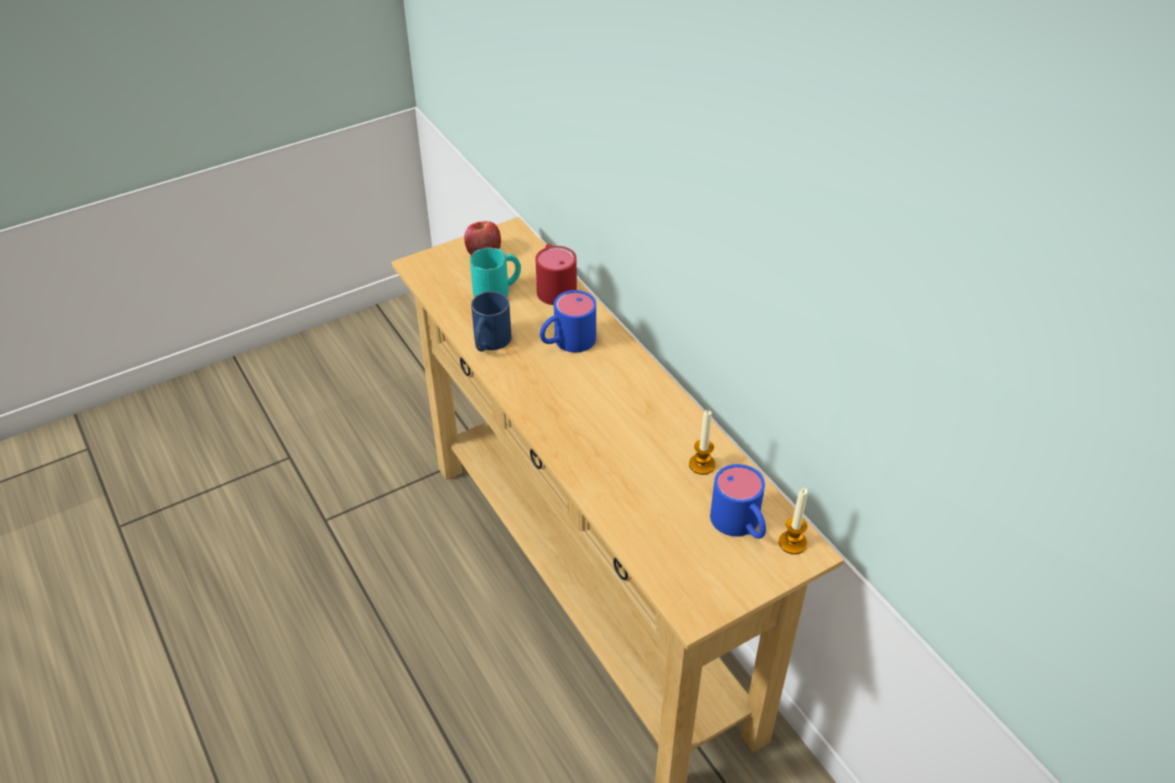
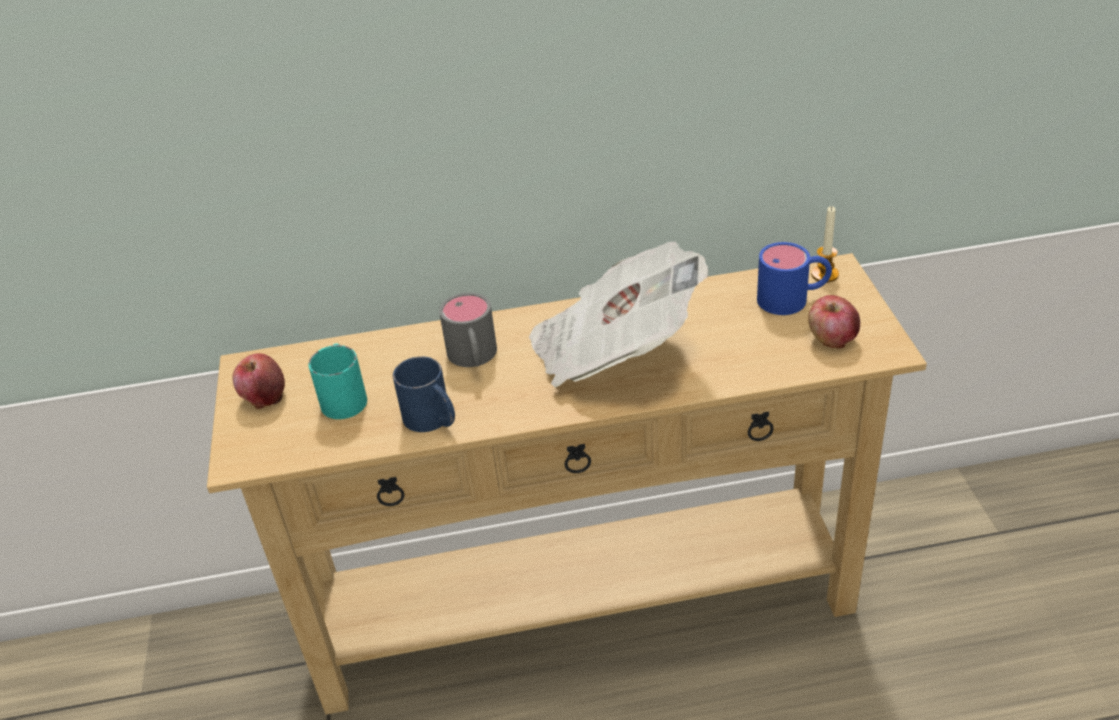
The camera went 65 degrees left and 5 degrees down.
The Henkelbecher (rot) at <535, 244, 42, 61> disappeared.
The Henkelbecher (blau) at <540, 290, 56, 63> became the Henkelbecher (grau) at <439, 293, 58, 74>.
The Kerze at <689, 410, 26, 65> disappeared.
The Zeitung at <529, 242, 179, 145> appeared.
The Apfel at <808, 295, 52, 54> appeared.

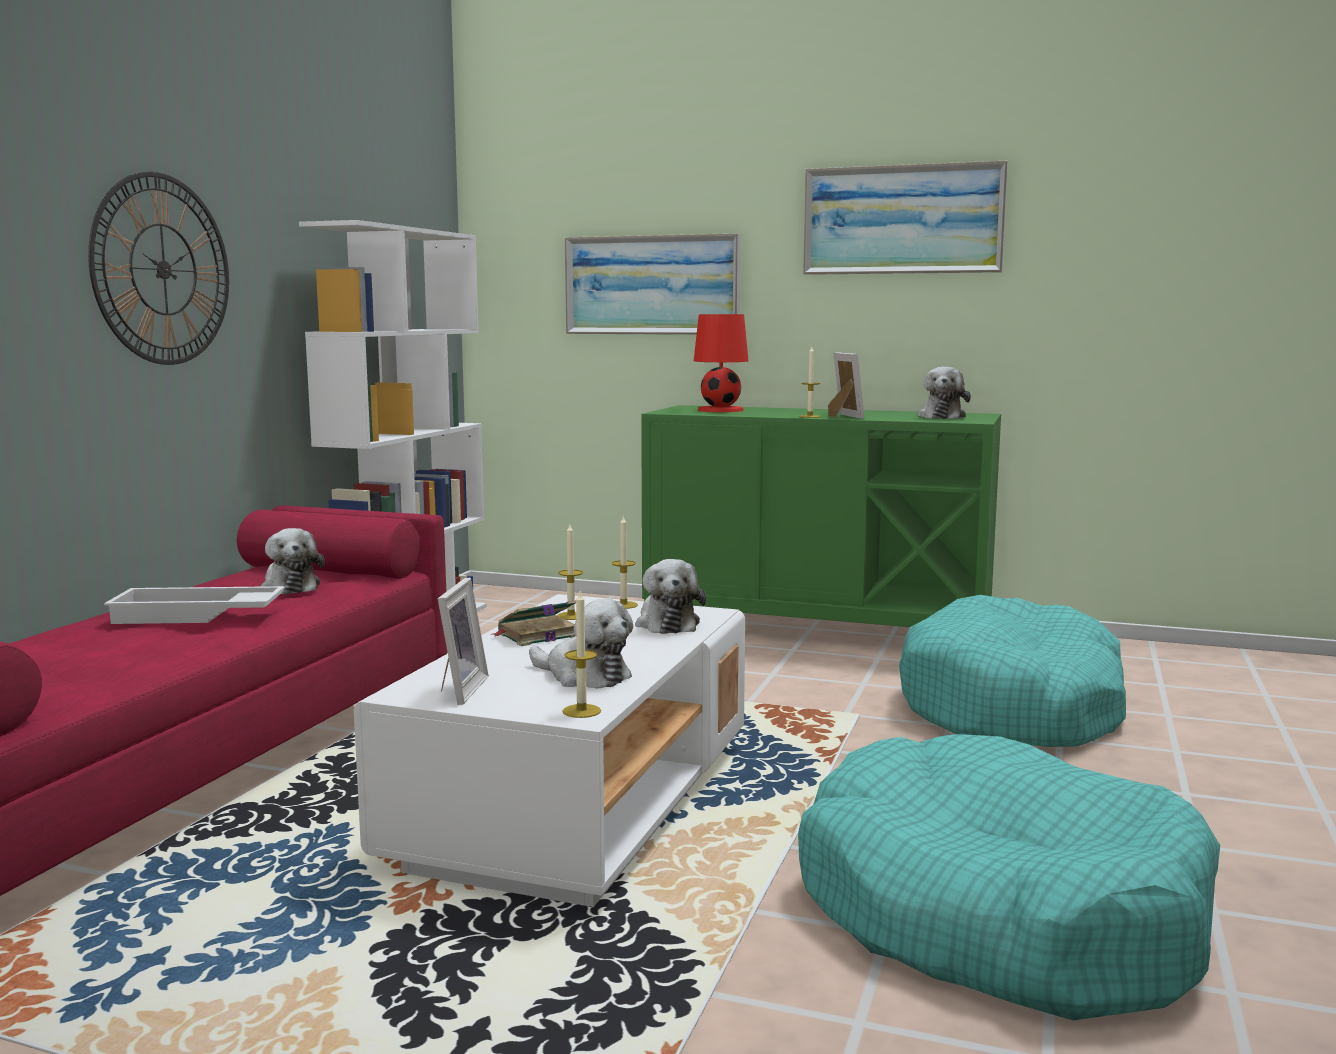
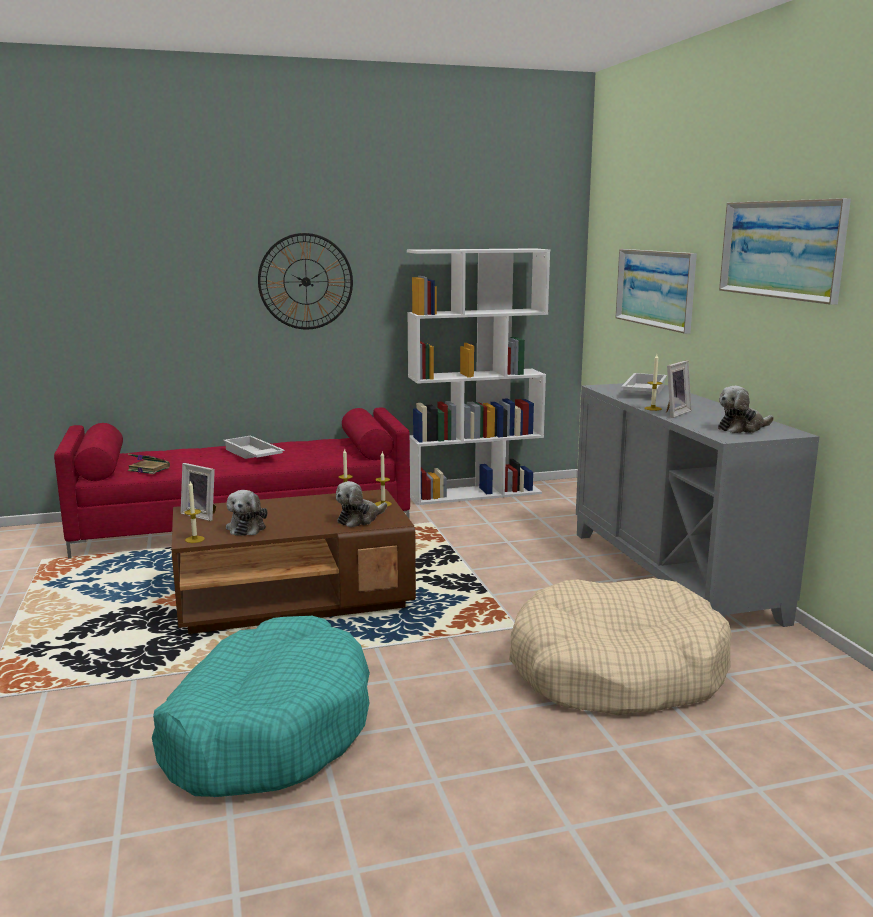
The camera went 55 degrees right and 5 degrees up.
The Plüschtier at <261, 528, 64, 66> disappeared.
The Couchtisch (weiß) at <354, 594, 391, 313> became the Couchtisch (braun) at <171, 489, 245, 145>.
The Bilderrahmen at <438, 578, 51, 127> turned 60 degrees clockwise.
The Buch moved from <491, 600, 85, 46> to <128, 454, 42, 20>.
The Schrank (grün) at <641, 405, 360, 222> became the Schrank (grau) at <576, 383, 244, 244>.
The Tischlampe (rot) at <694, 314, 55, 98> was replaced by the Tablett (weiß) at <621, 373, 46, 21>.
The Hundebett (türkis) at <899, 595, 227, 152> became the Hundebett (beige) at <509, 578, 223, 138>.

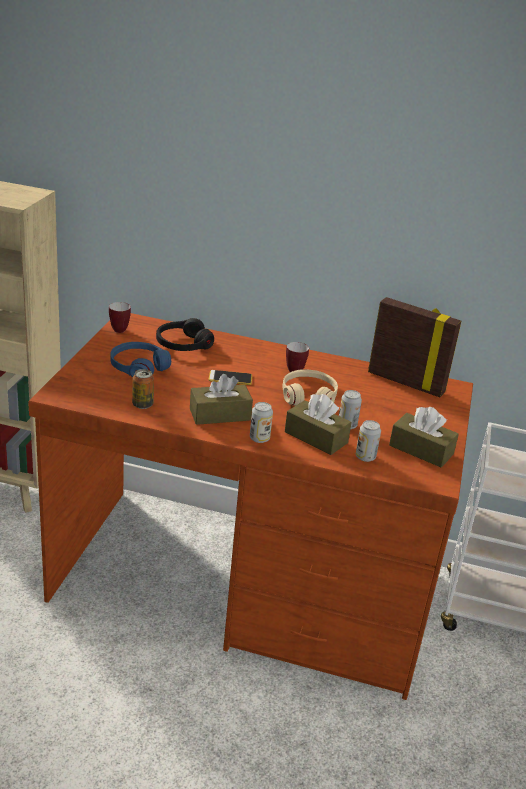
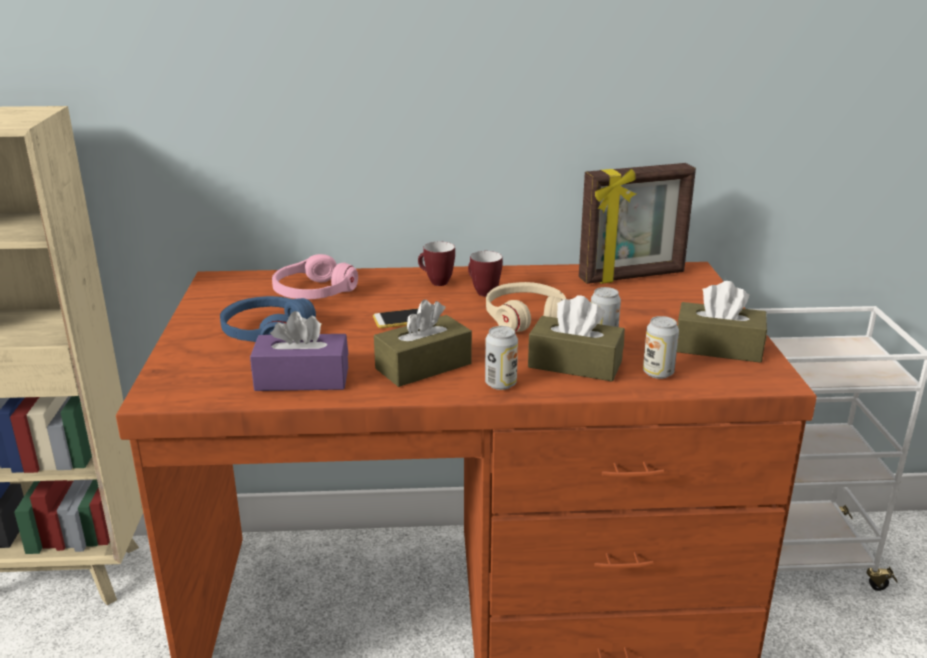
The camera went 15 degrees left and 5 degrees down.
The Henkelbecher moved from <109, 302, 22, 31> to <418, 242, 37, 44>.
The Dose at <132, 369, 22, 40> was replaced by the Taschentuchbox (lila) at <250, 311, 98, 80>.
The Kopfhörer (schwarz) at <156, 318, 58, 33> became the Kopfhörer (rosa) at <272, 254, 86, 45>.
The Bilderrahmen at <368, 297, 94, 100> turned 150 degrees clockwise.

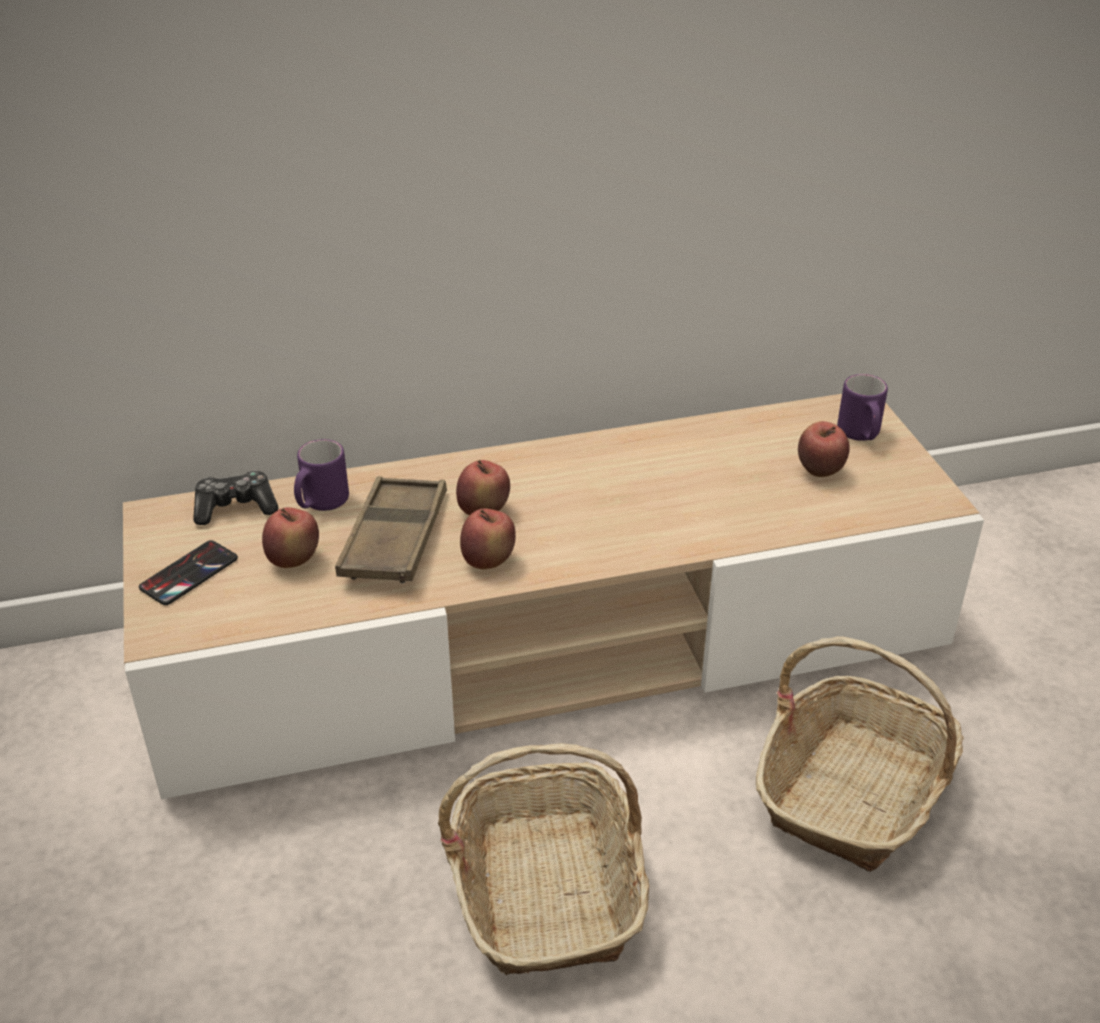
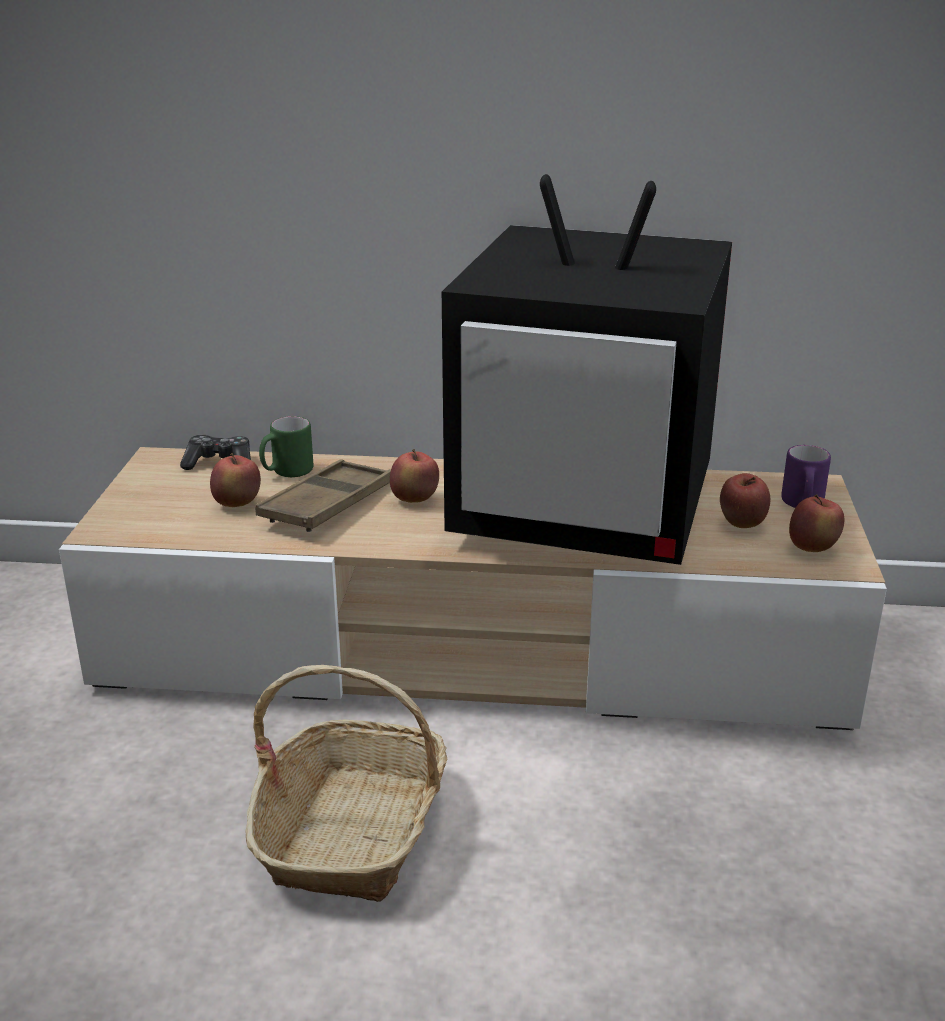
The camera went 20 degrees right and 10 degrees down.
The Handy at <139, 540, 99, 65> disappeared.
The Henkelbecher (lila) at <294, 439, 55, 72> became the Henkelbecher (grün) at <259, 416, 55, 61>.
The Apfel moved from <460, 508, 56, 61> to <789, 495, 56, 57>.
The Korb at <756, 636, 208, 236> disappeared.
The Fernseher at <442, 174, 290, 391> appeared.

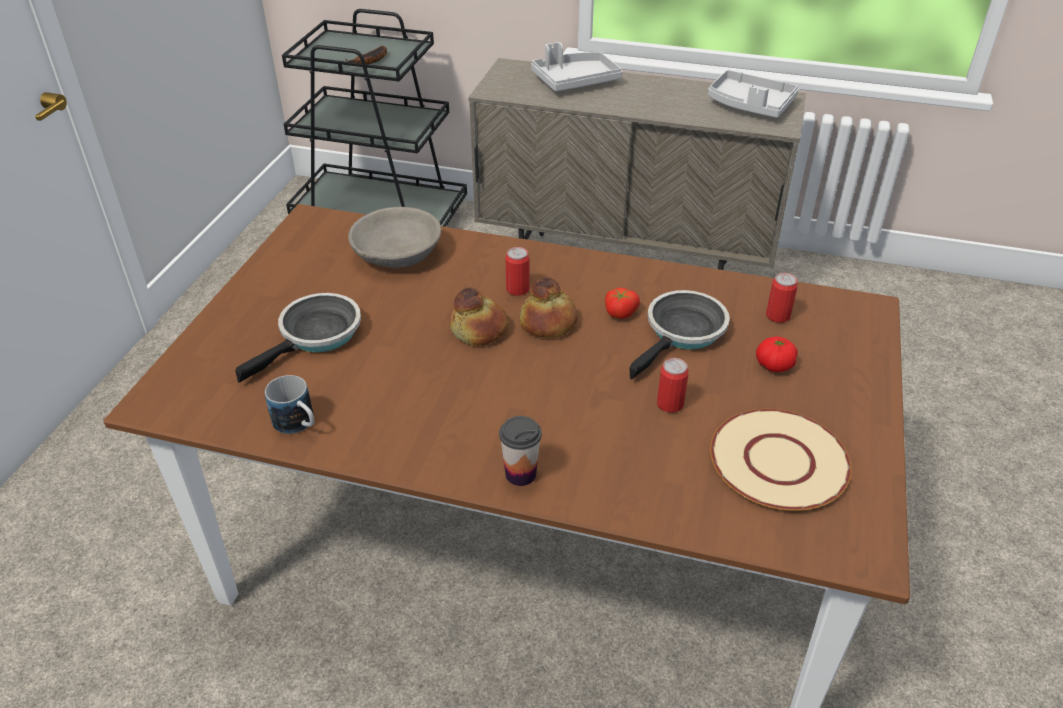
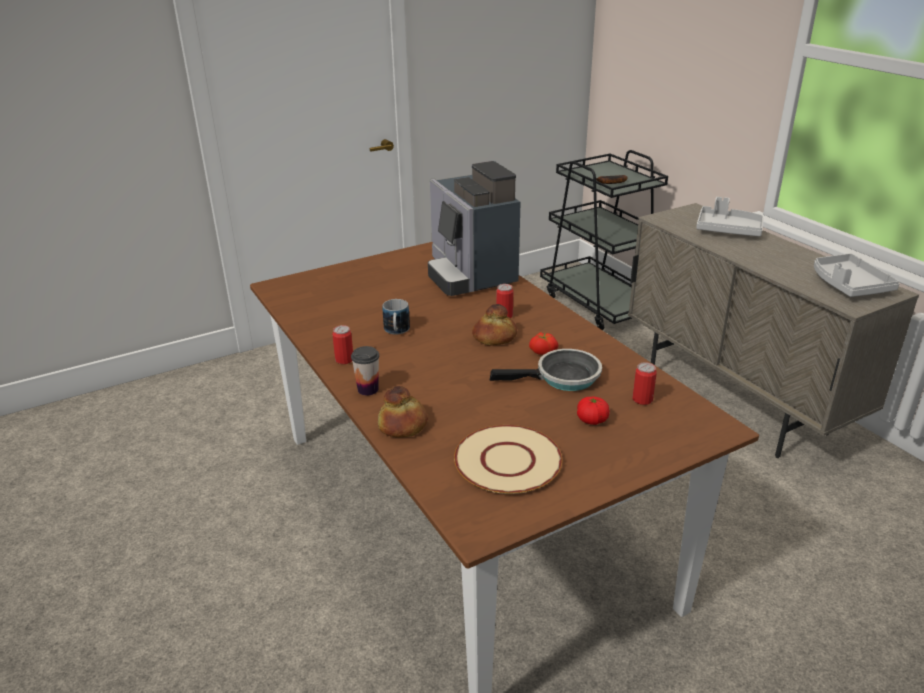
The camera went 45 degrees right and 10 degrees down.
The Pfanne at <235, 293, 126, 90> disappeared.
The Henkelbecher moved from <265, 375, 49, 59> to <382, 299, 28, 36>.
The Schüssel (grau) at <348, 207, 93, 61> was replaced by the Kaffeemaschine at <428, 161, 93, 135>.
The Brot moved from <449, 288, 60, 58> to <378, 386, 50, 51>.
The Dose moved from <657, 358, 32, 55> to <332, 325, 21, 39>.

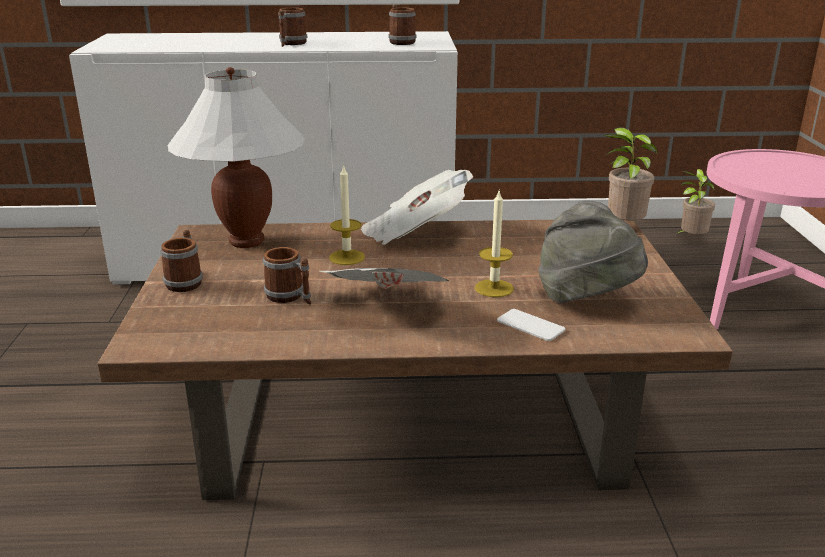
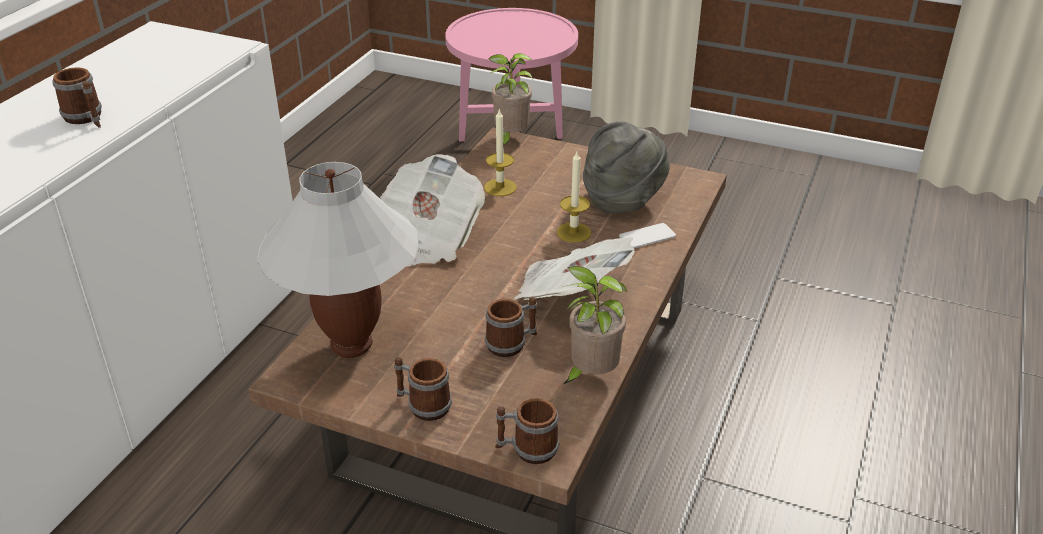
The camera went 65 degrees left and 10 degrees up.
The Kerze moved from <329, 164, 36, 101> to <484, 109, 33, 87>.
The Henkelbecher moved from <388, 4, 29, 41> to <495, 398, 64, 66>.
The Topfpflanze moved from <676, 169, 39, 65> to <563, 266, 64, 119>.

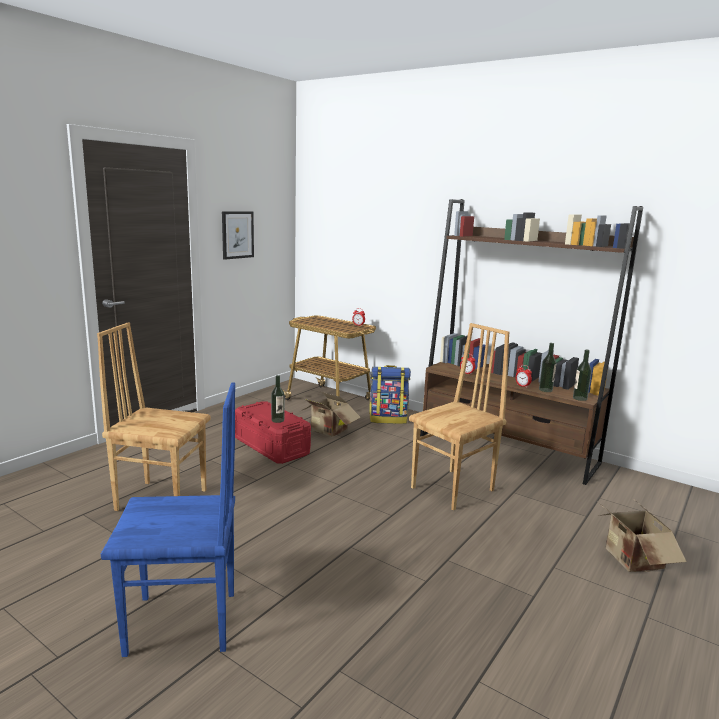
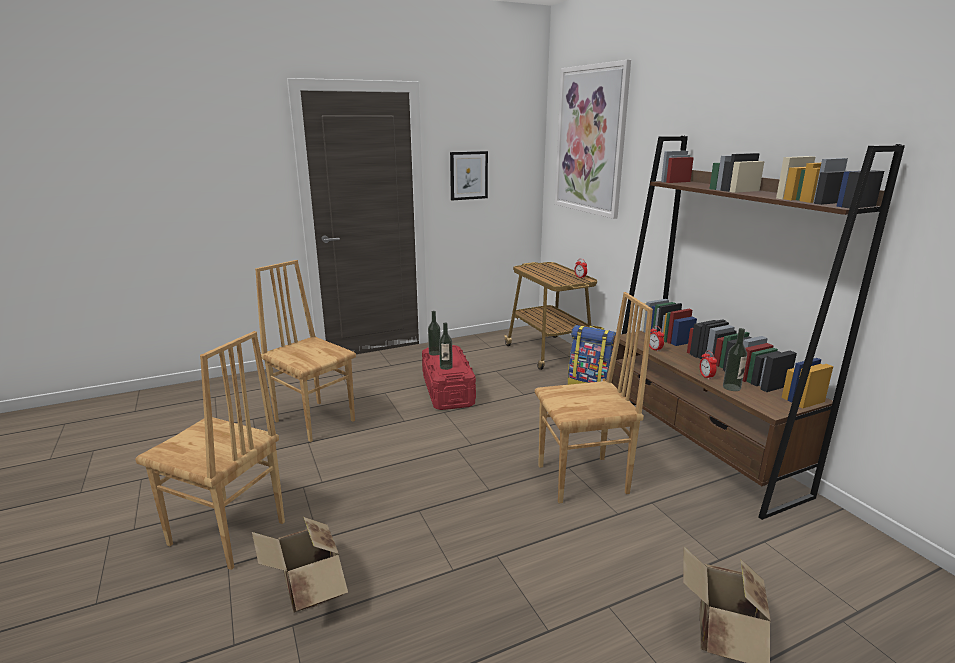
The camera went 30 degrees right and 5 degrees up.
The Stuhl (blau) at <101, 383, 134, 274> became the Stuhl (braun) at <135, 331, 150, 239>.
The Karton moved from <301, 392, 60, 45> to <252, 517, 96, 96>.
The Flasche moved from <573, 350, 19, 51> to <428, 311, 13, 45>.
The Bild at <555, 60, 76, 159> appeared.

